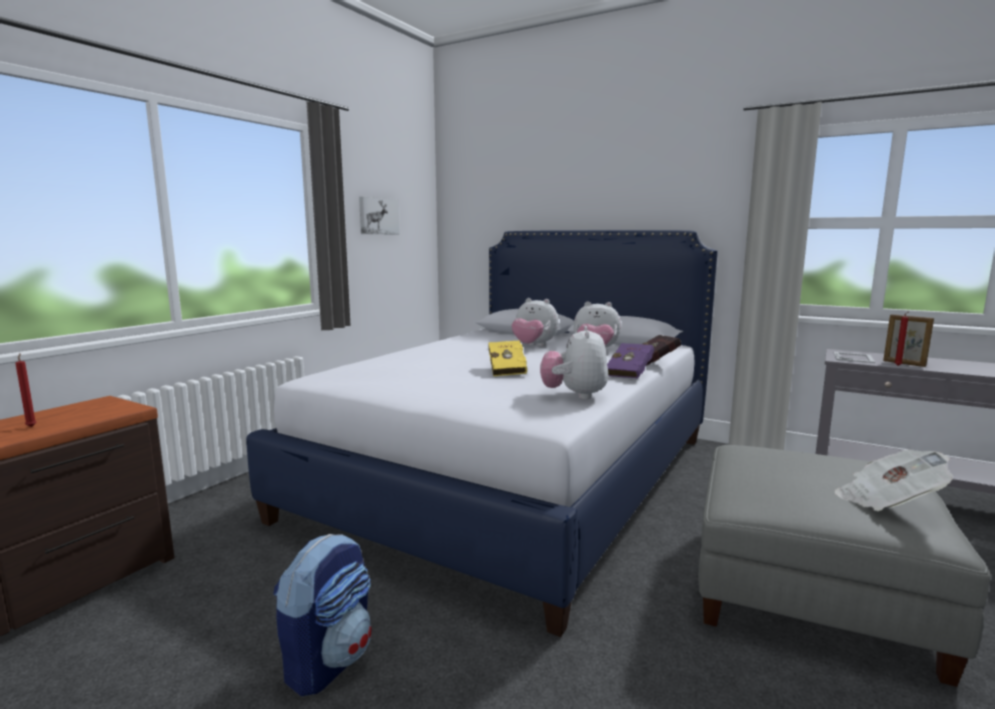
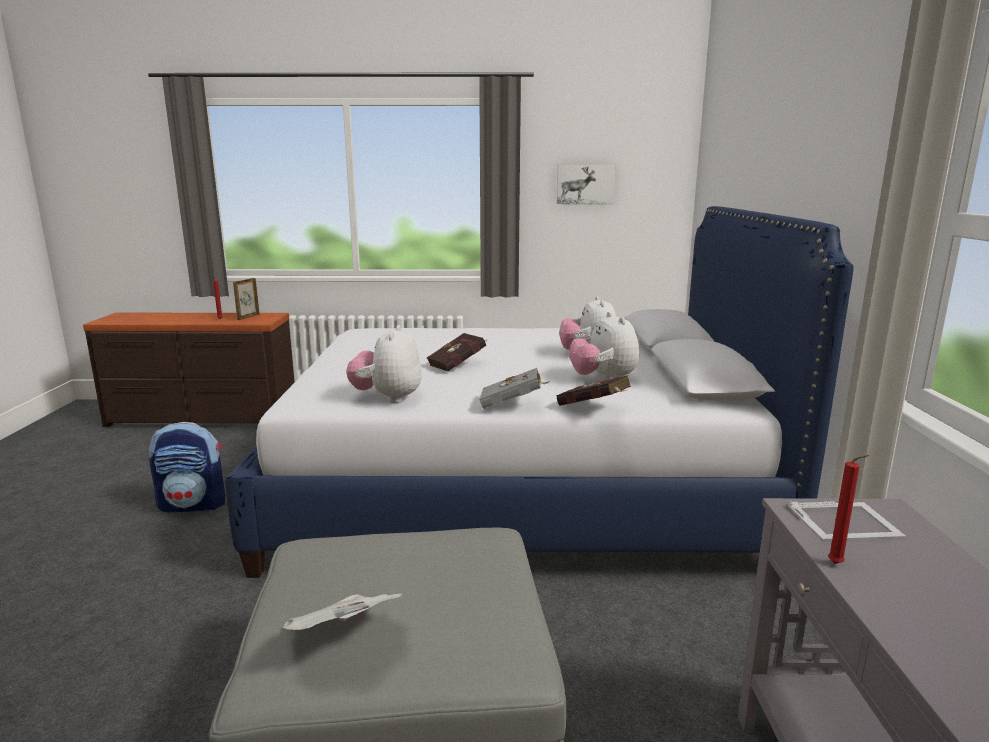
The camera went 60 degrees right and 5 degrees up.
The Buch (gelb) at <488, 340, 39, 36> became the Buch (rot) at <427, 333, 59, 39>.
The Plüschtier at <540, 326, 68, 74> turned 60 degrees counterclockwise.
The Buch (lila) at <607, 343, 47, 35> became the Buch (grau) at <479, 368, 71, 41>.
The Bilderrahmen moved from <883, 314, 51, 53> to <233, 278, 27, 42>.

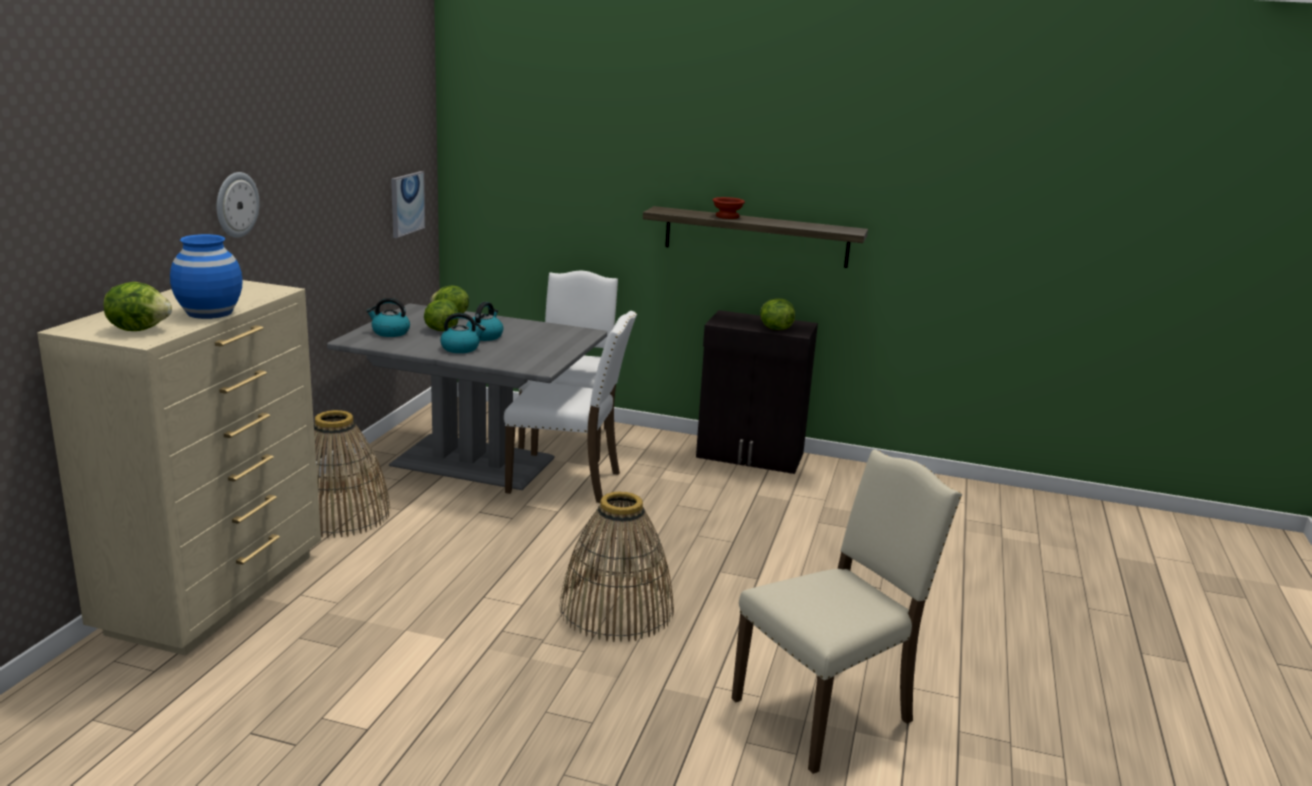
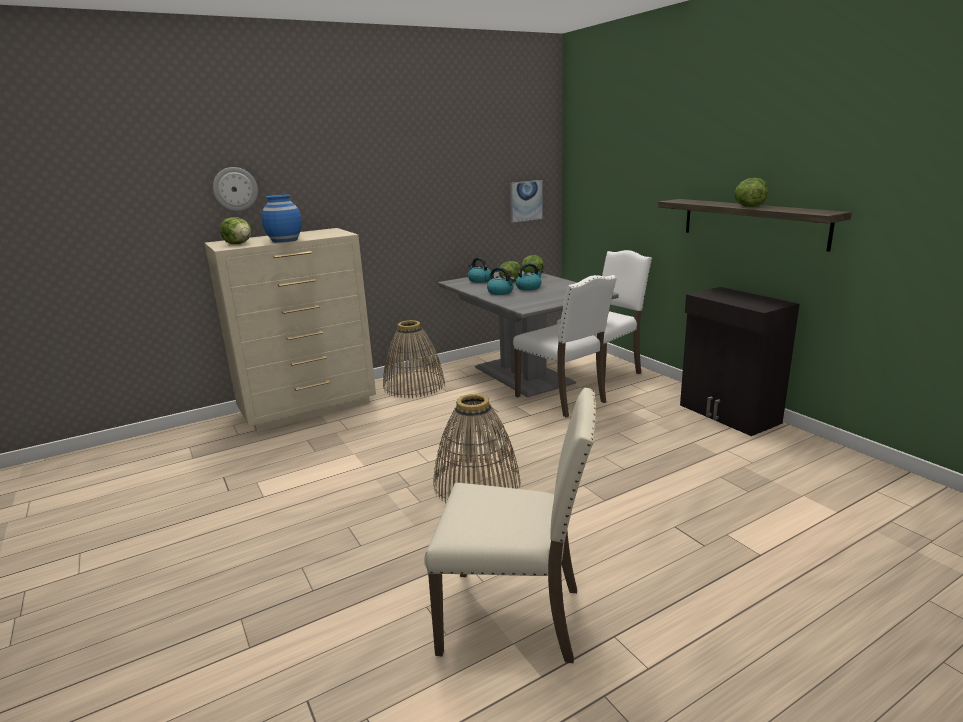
The camera went 45 degrees right and 0 degrees up.
The Wanduhr moved from <217, 172, 43, 66> to <213, 167, 45, 44>.
The Schüssel (braun) at <713, 197, 32, 22> disappeared.
The Salatkopf moved from <760, 298, 35, 32> to <735, 178, 33, 29>.

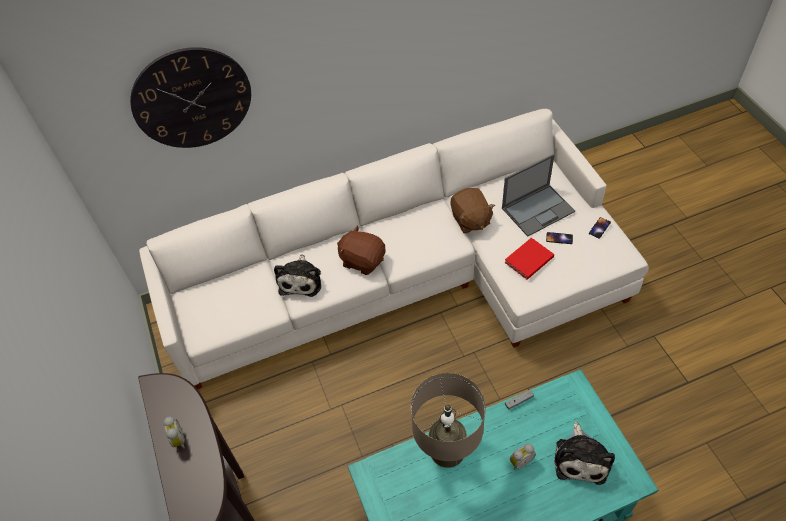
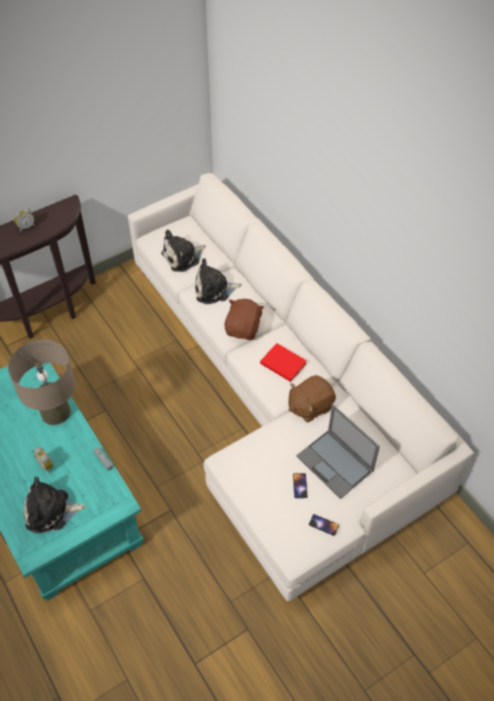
The camera went 75 degrees right and 0 degrees up.
The Wanduhr at <130, 47, 121, 101> disappeared.
The Buch (rot) moved from <505, 238, 49, 42> to <260, 343, 47, 39>.
The Plüschtier at <161, 229, 45, 43> appeared.

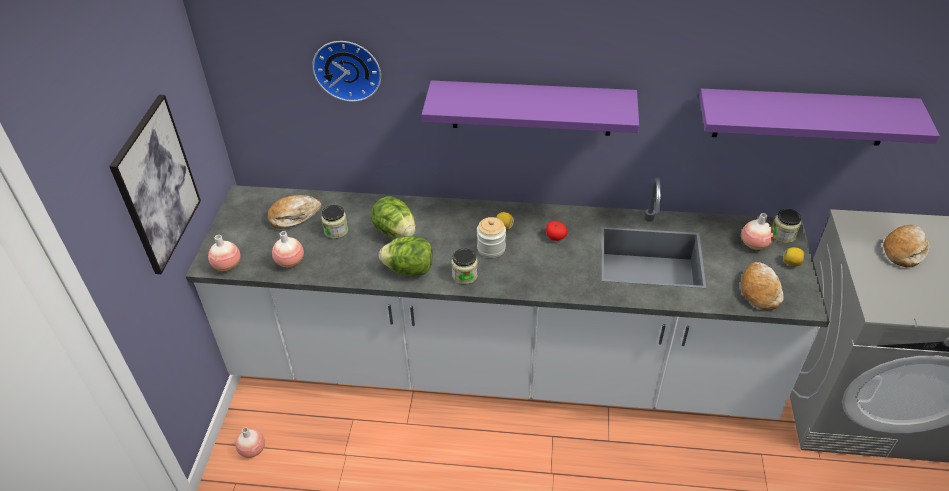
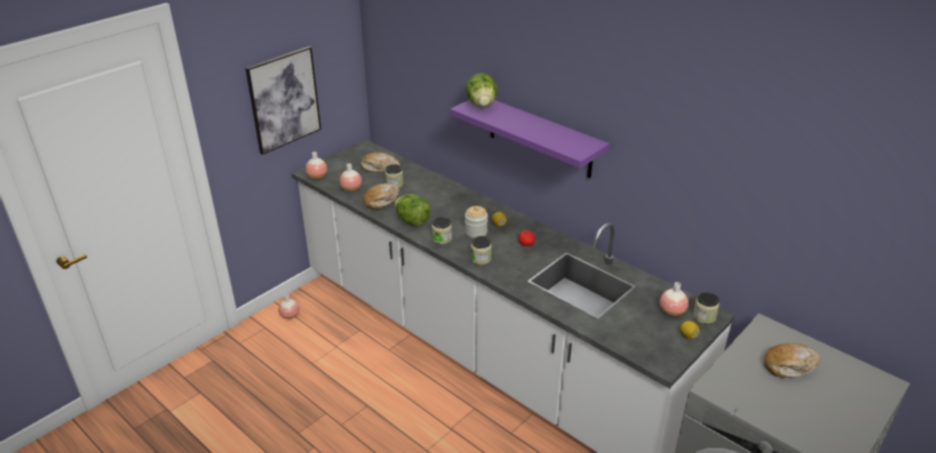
The camera went 35 degrees right and 10 degrees down.
The Wanduhr at <312, 41, 69, 61> disappeared.
The Salatkopf moved from <371, 196, 45, 42> to <466, 73, 31, 34>.
The Wandregal (lila) at <699, 89, 241, 57> disappeared.
The Brot moved from <741, 262, 43, 48> to <363, 183, 37, 26>.
The Vorratsglas at <471, 236, 21, 29> appeared.

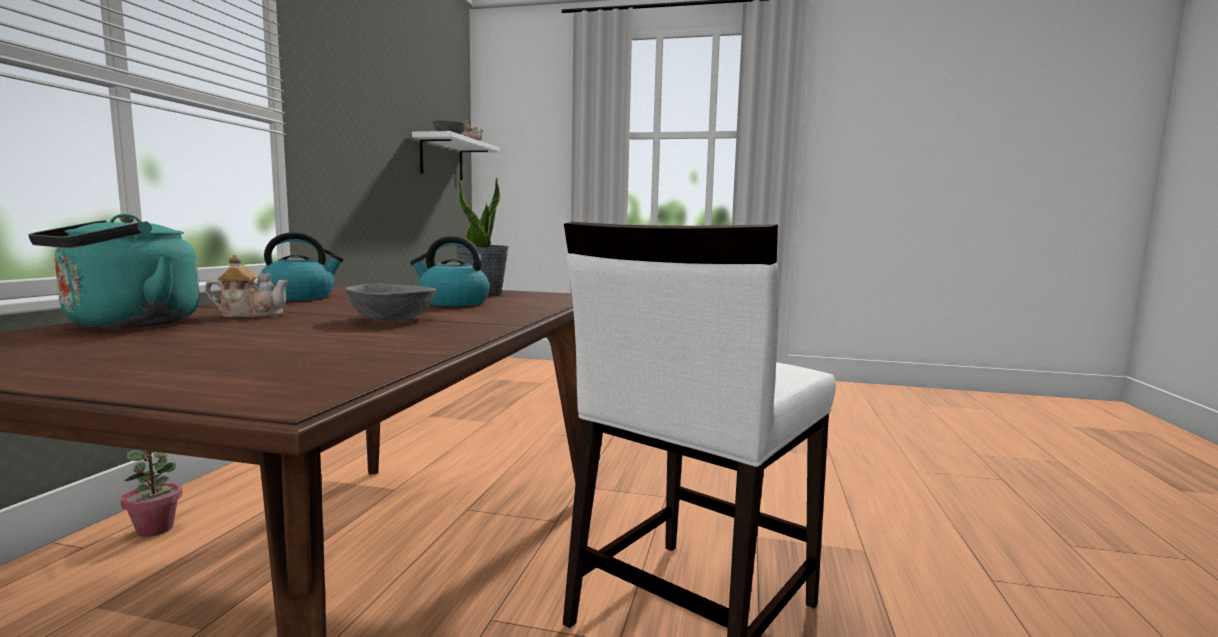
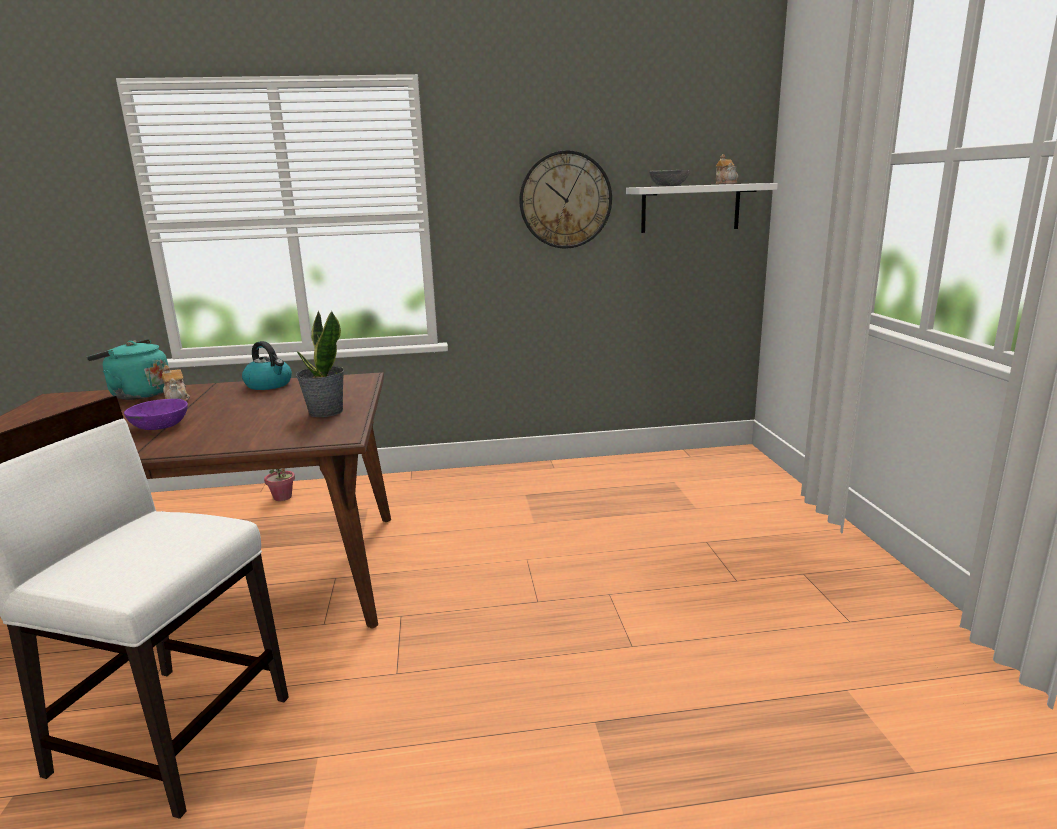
The camera went 70 degrees right and 10 degrees up.
The Schüssel (grau) at <346, 283, 90, 37> became the Schüssel (lila) at <124, 399, 64, 31>.
The Wasserkessel at <410, 236, 80, 70> disappeared.
The Wanduhr at <519, 150, 93, 98> appeared.

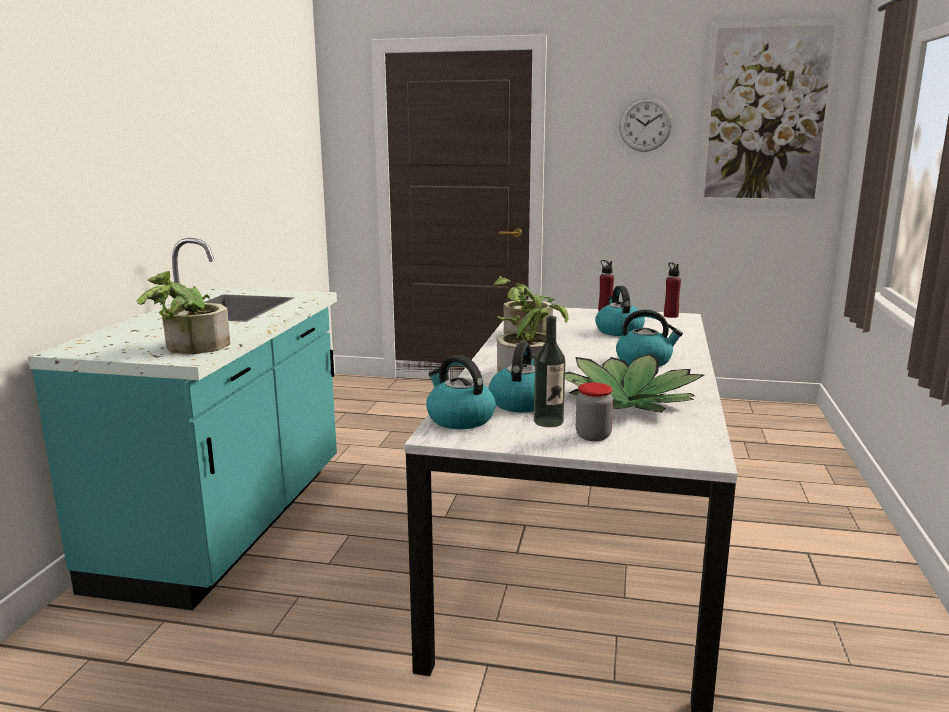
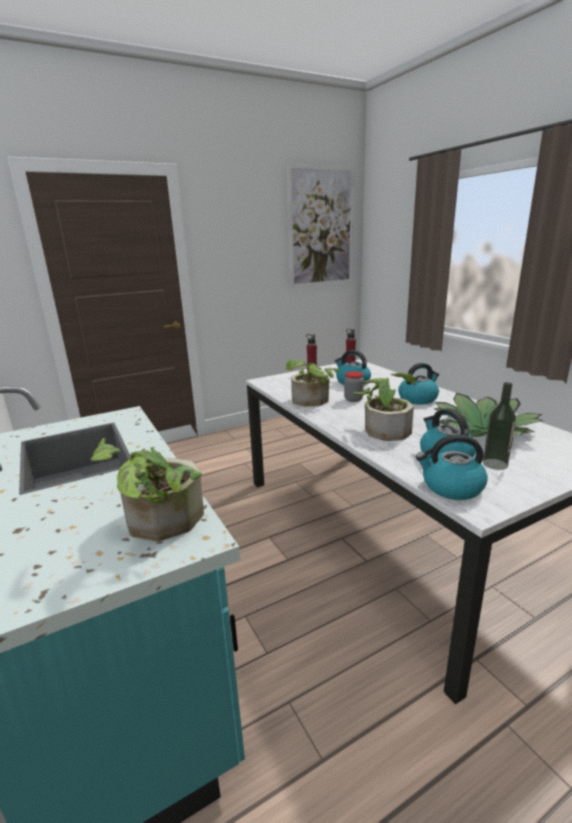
The camera went 40 degrees left and 5 degrees up.
The Vorratsglas moved from <576, 382, 37, 59> to <344, 371, 20, 31>.
The Wanduhr at <619, 98, 53, 54> disappeared.

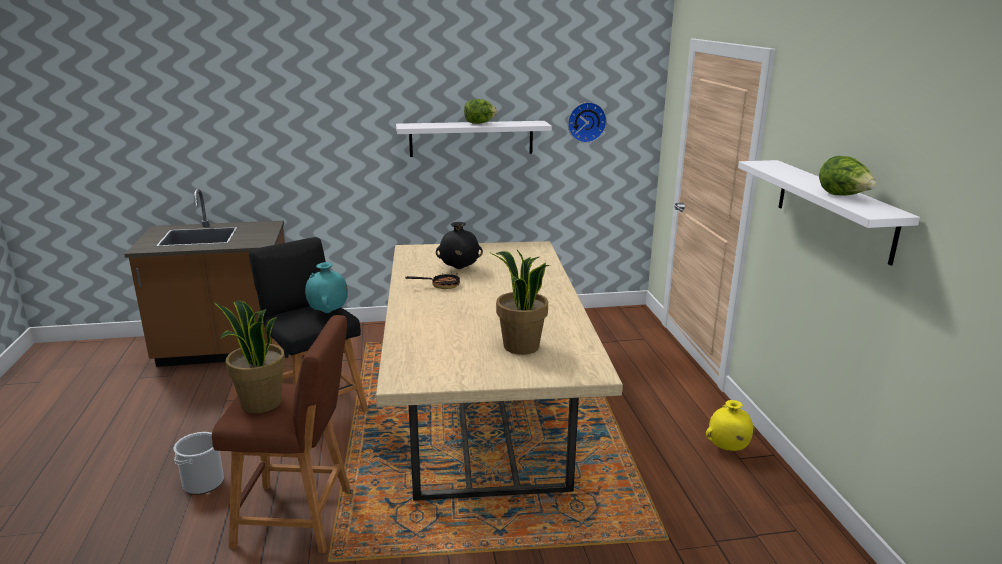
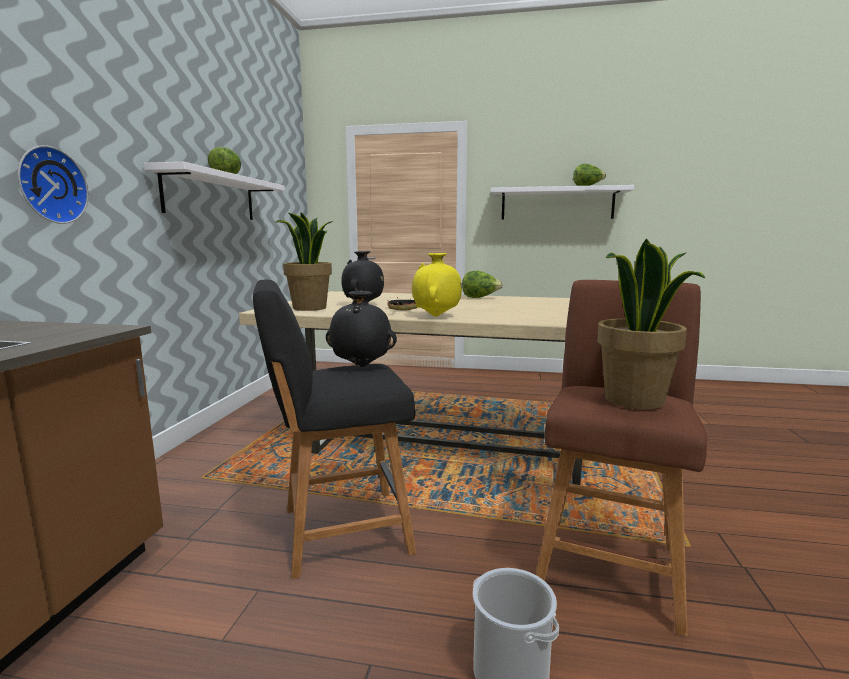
The camera went 70 degrees left and 10 degrees down.
The Vase (türkis) at <305, 262, 43, 51> became the Vase (schwarz) at <326, 291, 71, 76>.
The Topfpflanze moved from <490, 250, 60, 105> to <275, 212, 58, 99>.
The Wanduhr moved from <568, 102, 39, 41> to <18, 145, 71, 79>.
The Vase (gelb) moved from <706, 400, 49, 51> to <412, 253, 50, 64>.
The Salatkopf at <462, 271, 41, 27> appeared.

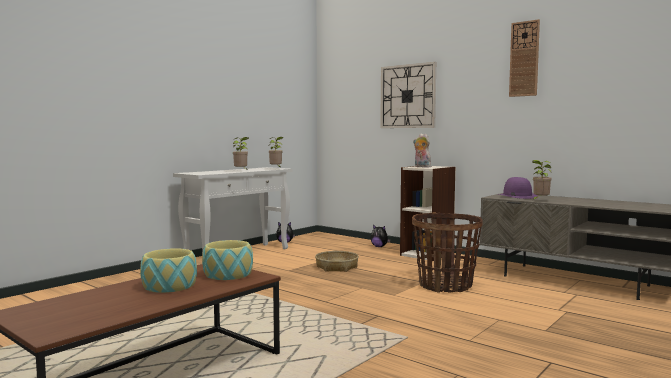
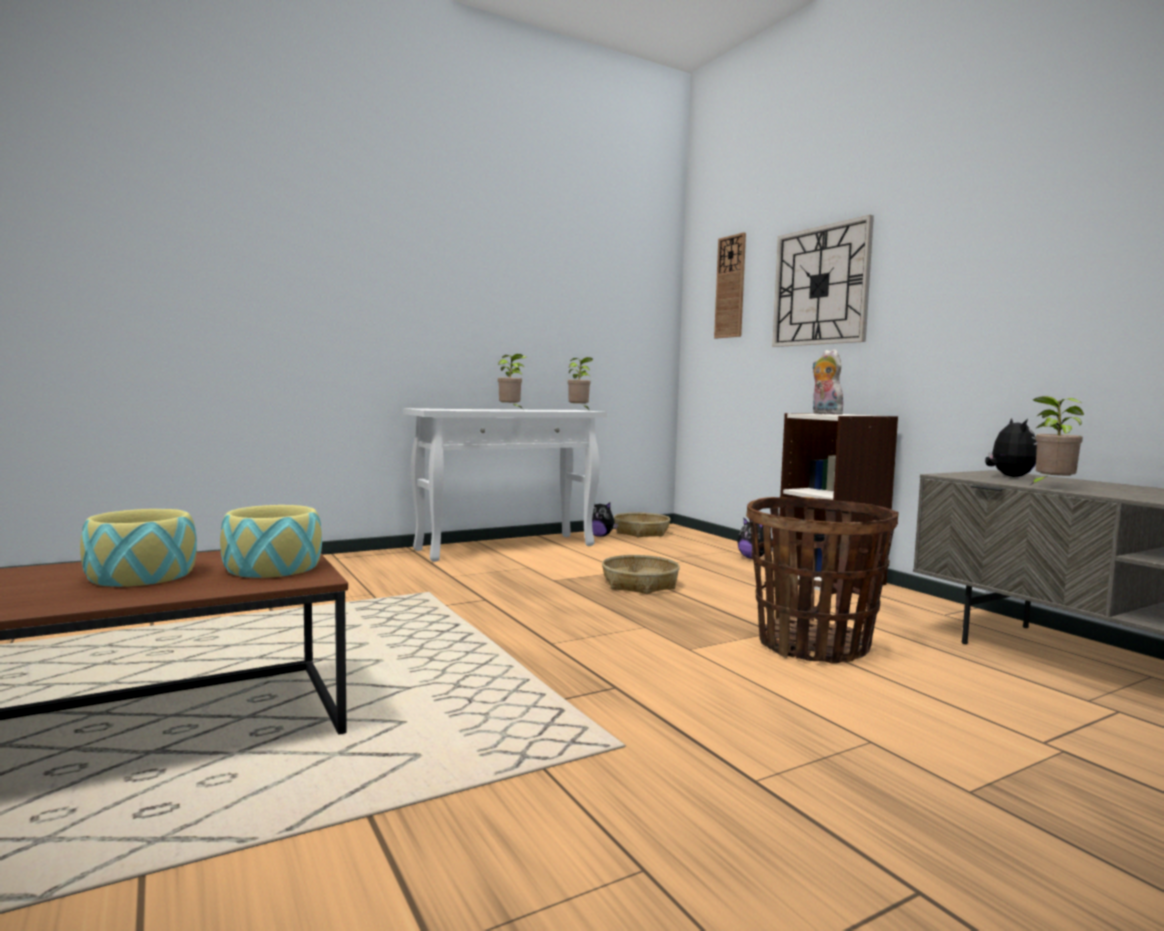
The camera went 20 degrees right and 0 degrees up.
The Hut (lila) at <499, 177, 40, 22> was replaced by the Plüschtier at <985, 418, 52, 59>.
The Wanduhr moved from <509, 19, 31, 78> to <714, 232, 32, 106>.
The Korb at <614, 512, 57, 25> appeared.

